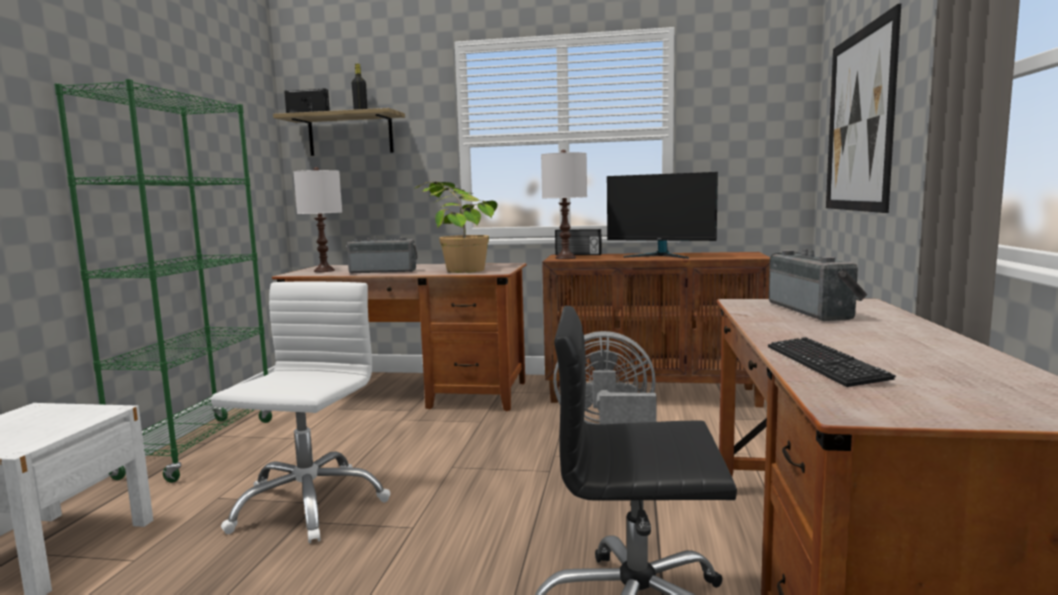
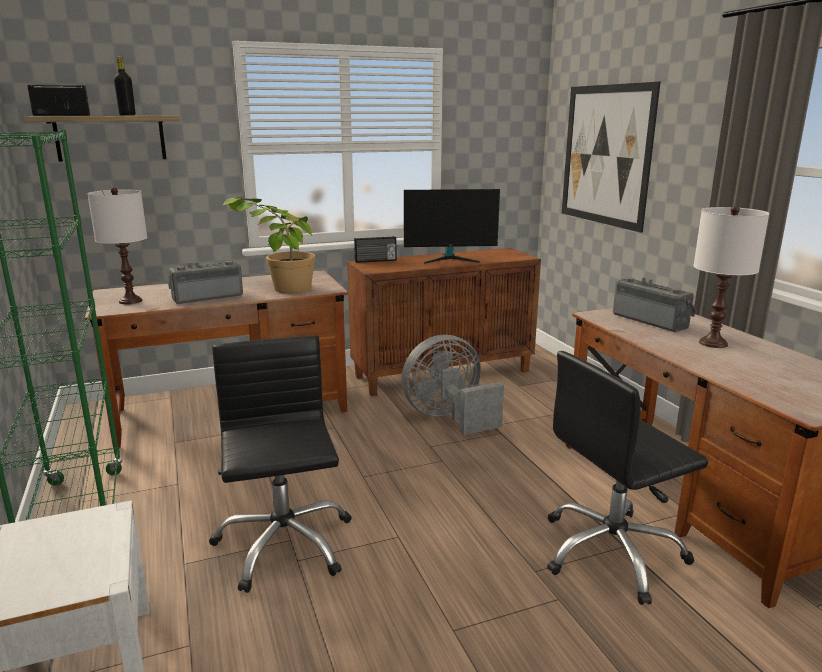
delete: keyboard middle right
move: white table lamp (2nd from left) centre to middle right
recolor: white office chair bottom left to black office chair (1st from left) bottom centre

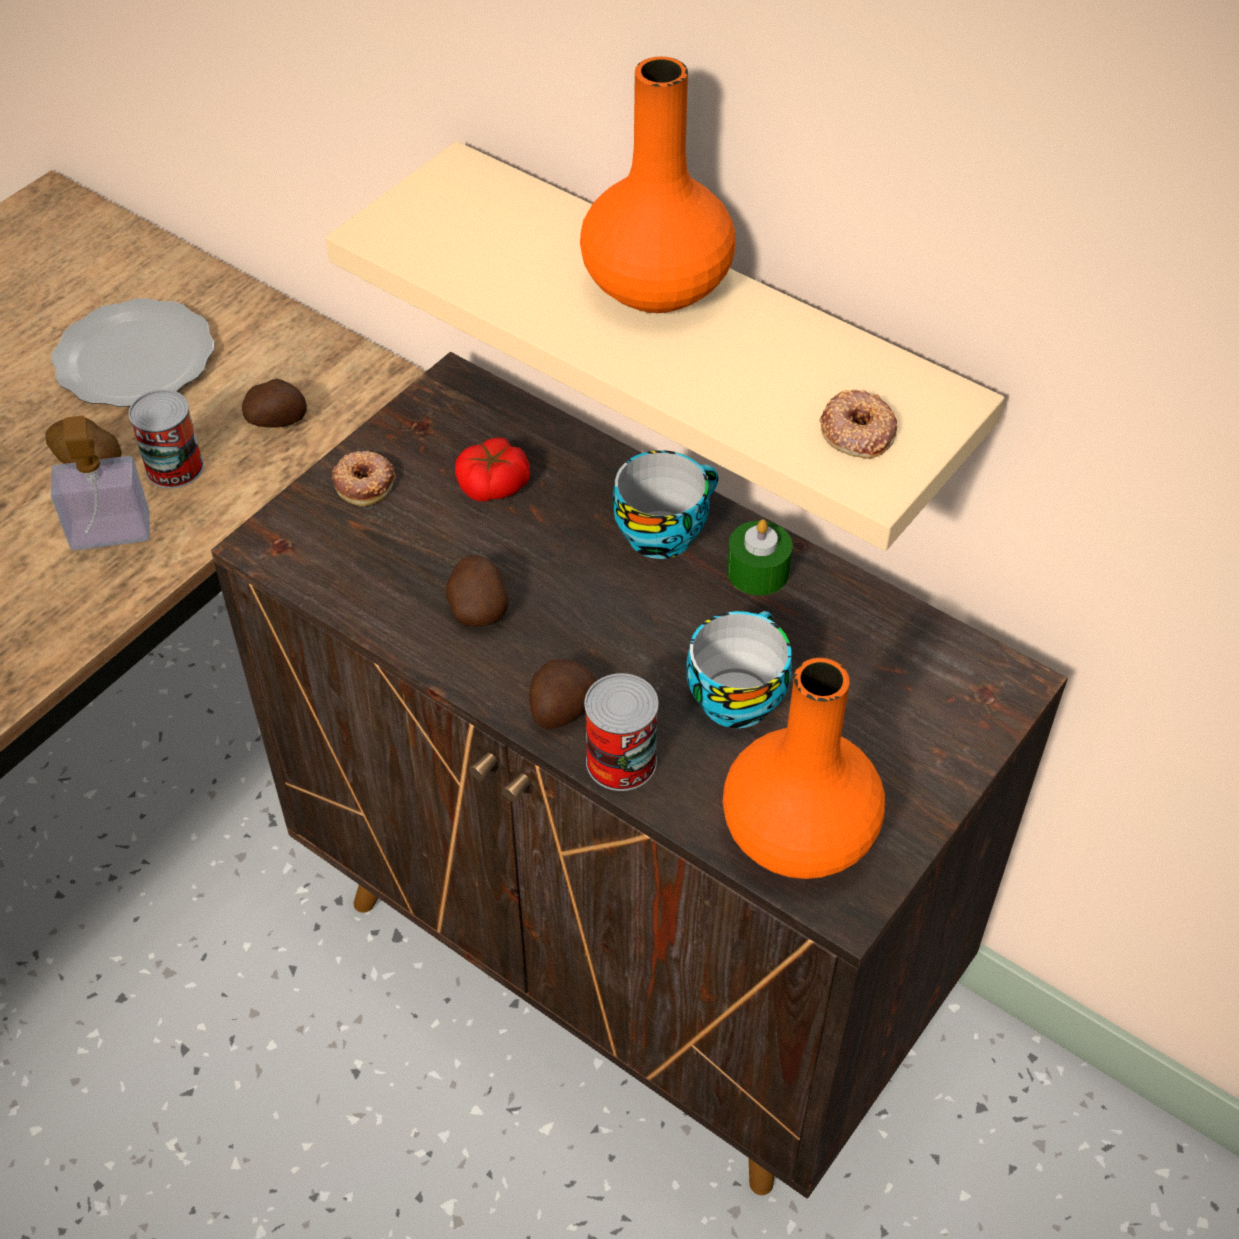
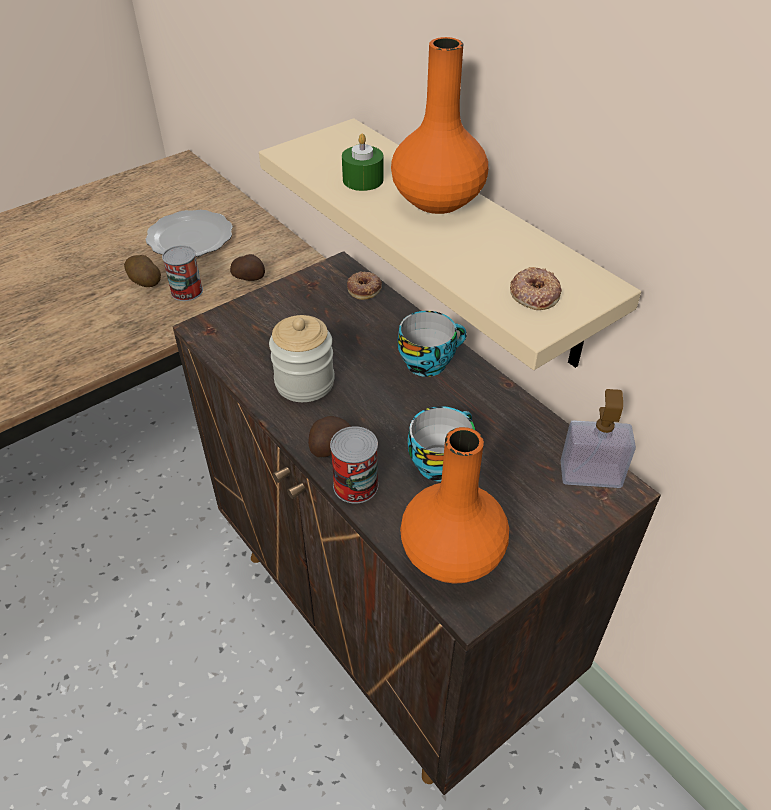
delete: tomato centre
move: soap dispenser middle left to middle right; donut (1st from left) middle left to centre; green candle centre to top centre
replace: potato (3rd from left) centre to jar centre

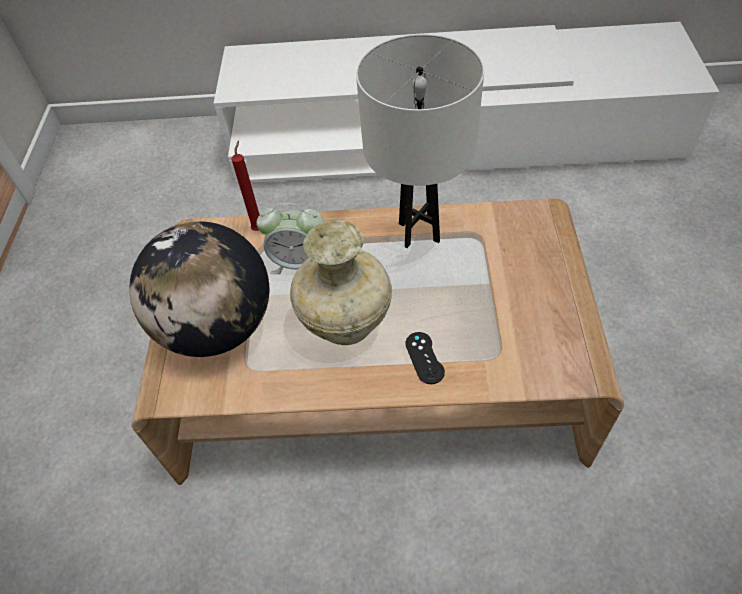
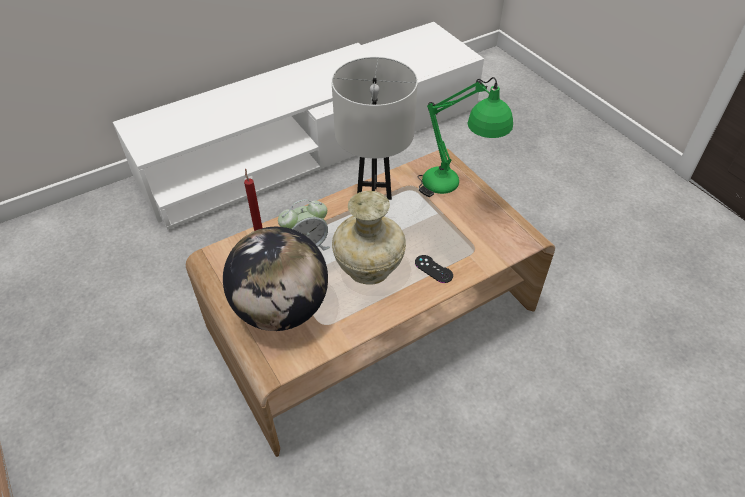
insert: green table lamp top centre

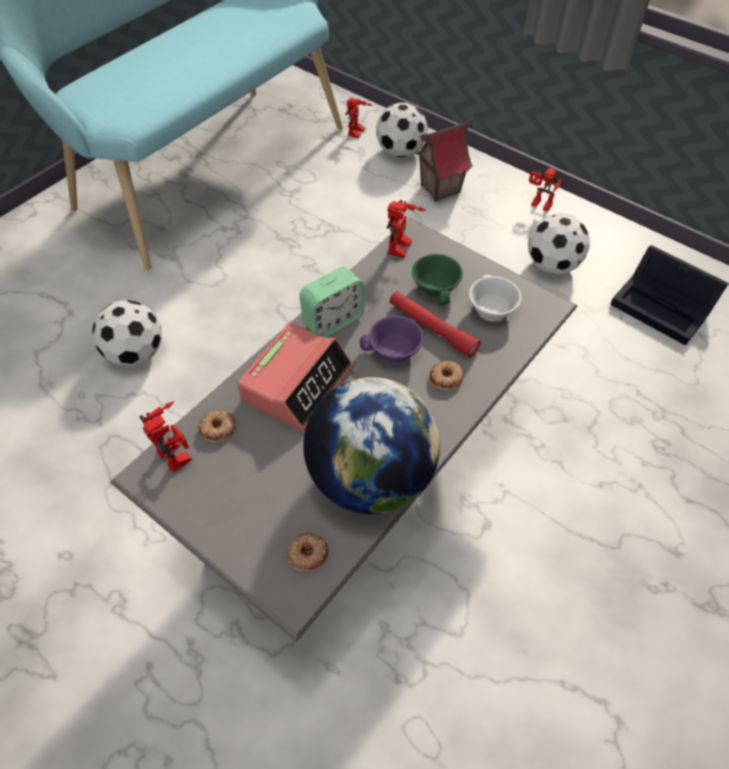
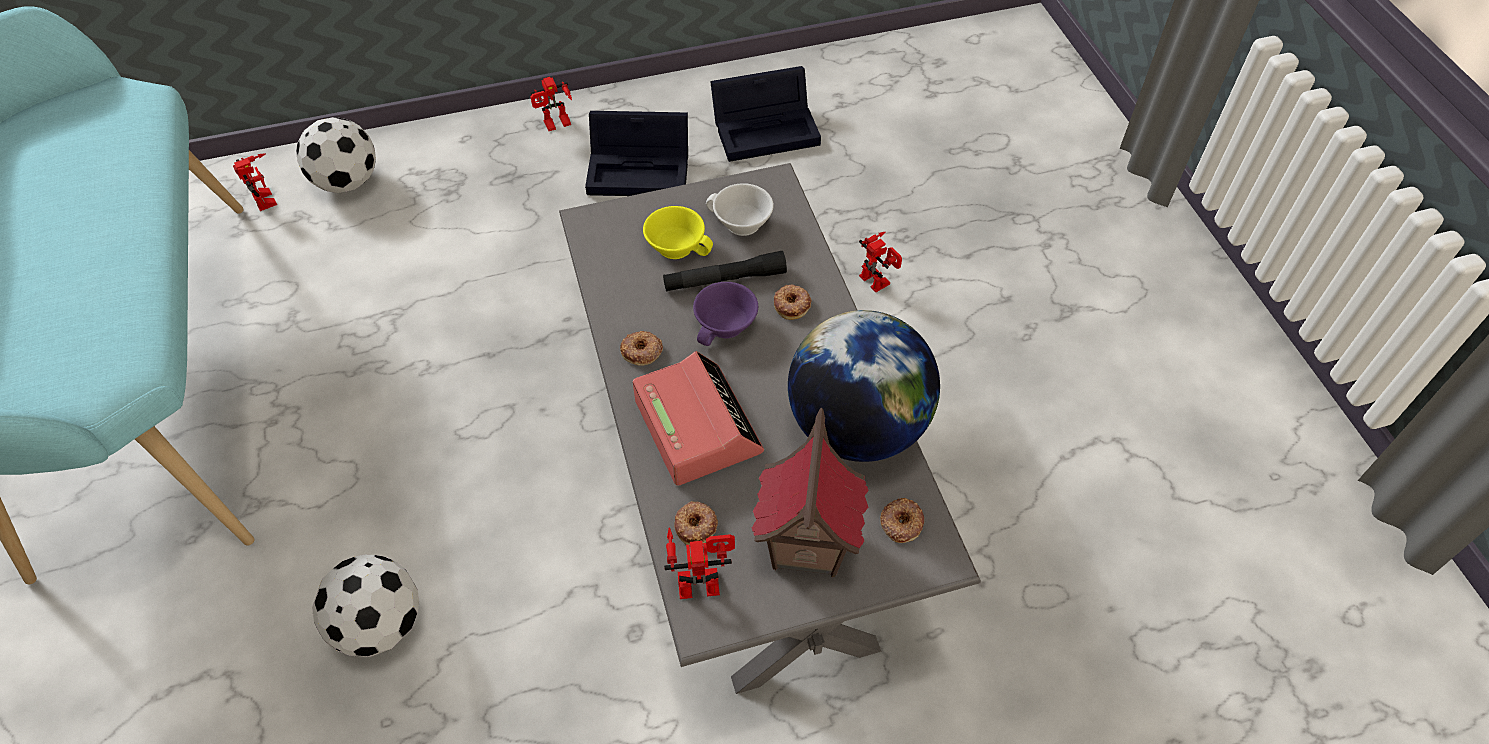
move: toy house top centre to centre; toy robot (3rd from left in the first image) top centre to toy robot (4th from left) centre
replace: football (3rd from left) top right to black storage box (1st from left) top centre; alarm clock (2nd from left) centre to donut (1st from left) centre
recolor: green cup centre to yellow cup top centre; red flashlight centre to black flashlight centre

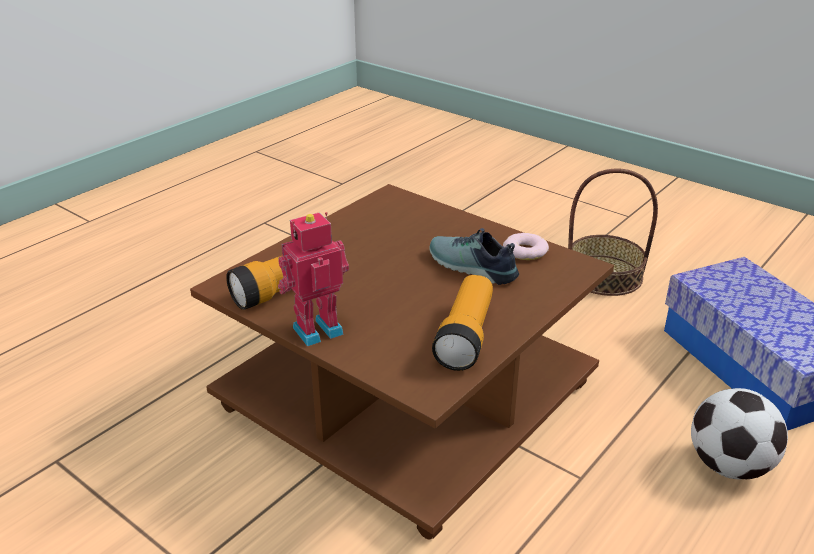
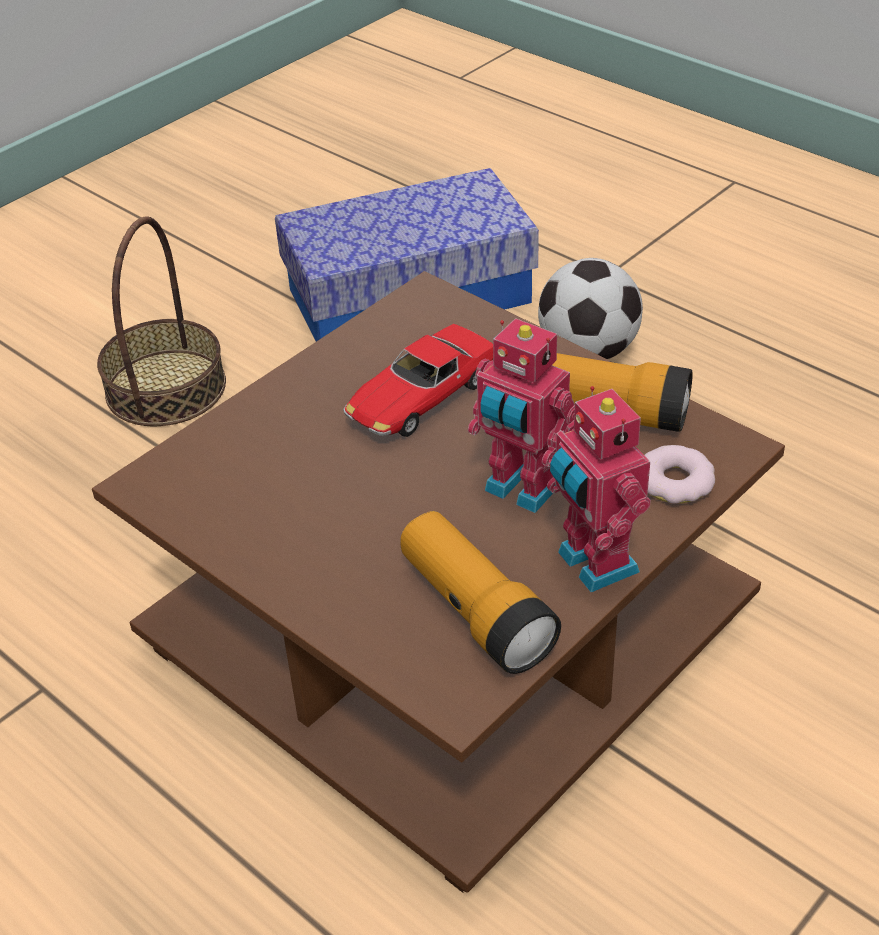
insert: toy robot (1st from left) centre
move: donut centre to middle right
replace: shoe centre to toy car centre

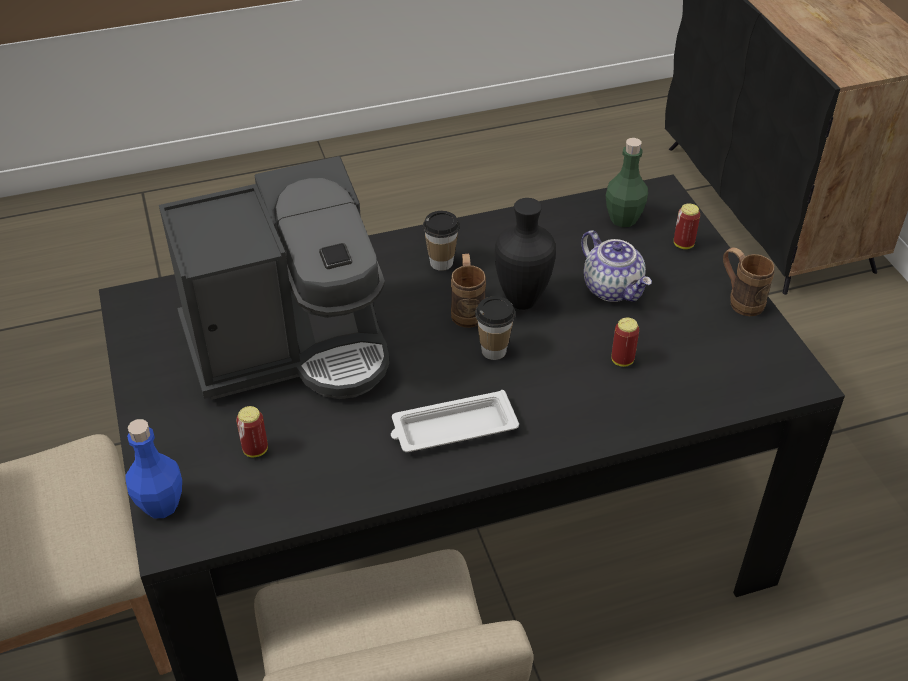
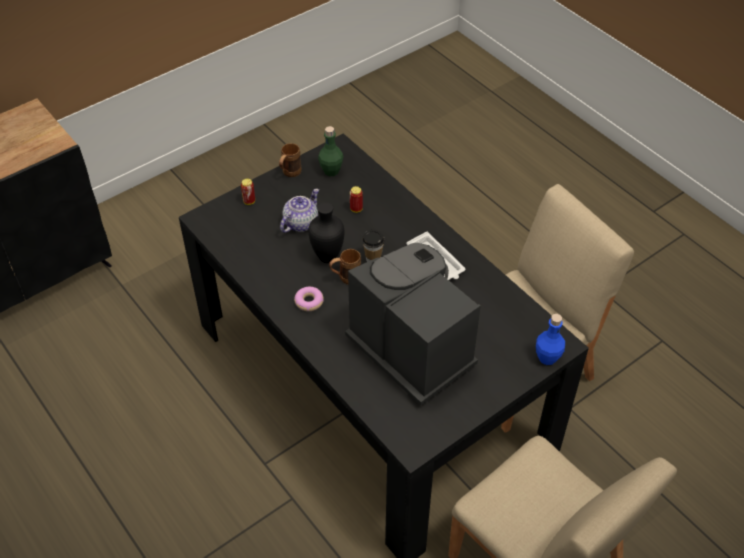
delete: can (1st from left) middle left
move: green bottle top right to top centre
replace: cup (1st from left) centre to donut centre

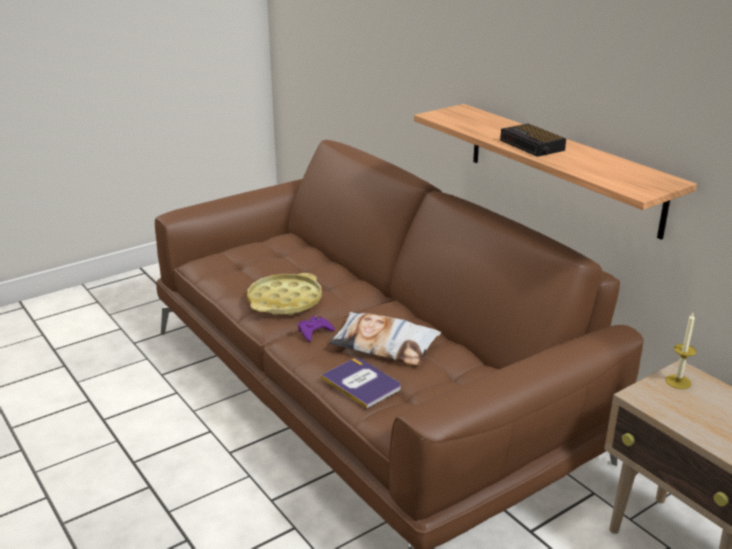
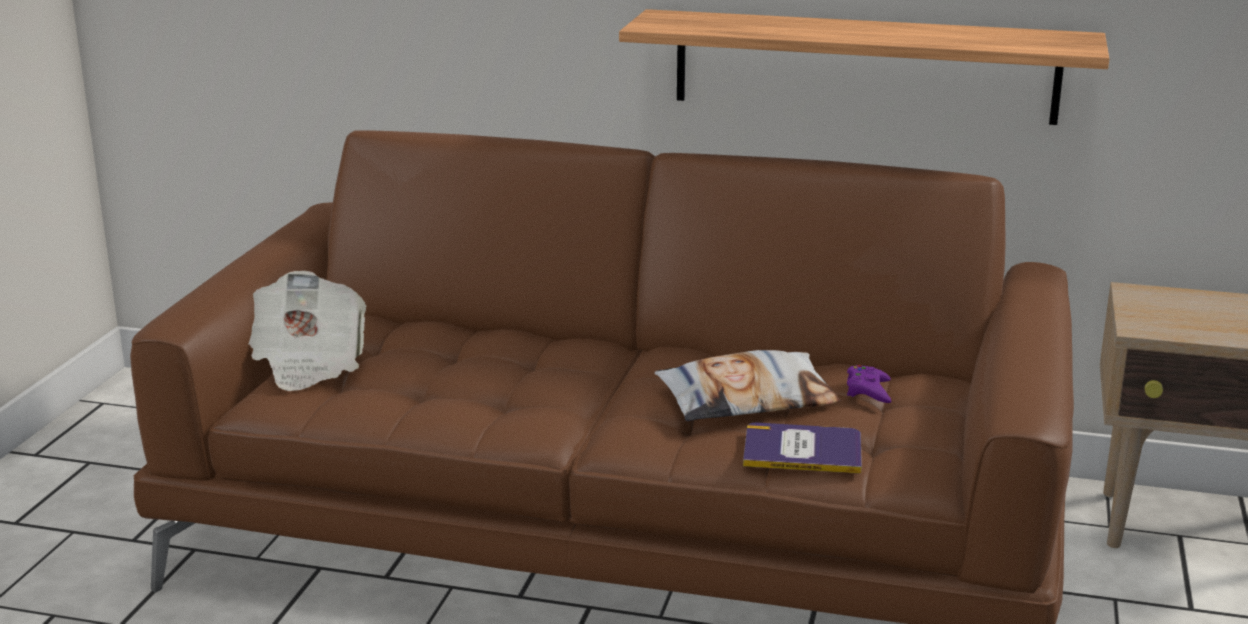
delete: alarm clock top right; yellow tray centre; candle middle right
insert: newspaper middle left
move: purple game controller centre to middle right

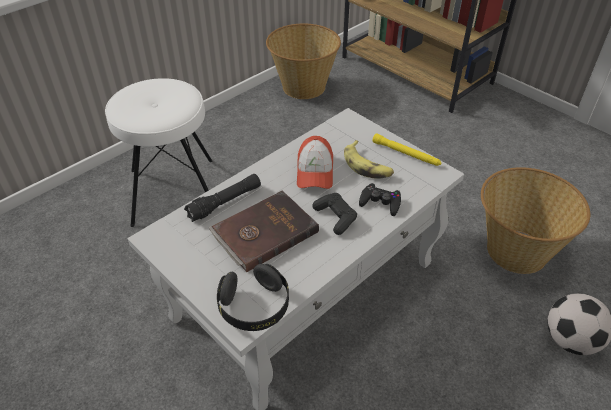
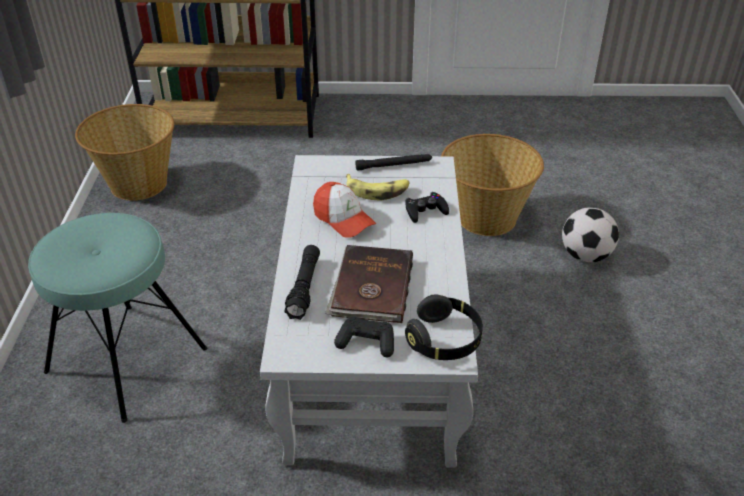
move: black game controller (1st from left) centre to bottom centre
recolor: white stool middle left to turquoise stool middle left; yellow flashlight centre to black flashlight (2nd from left) top centre

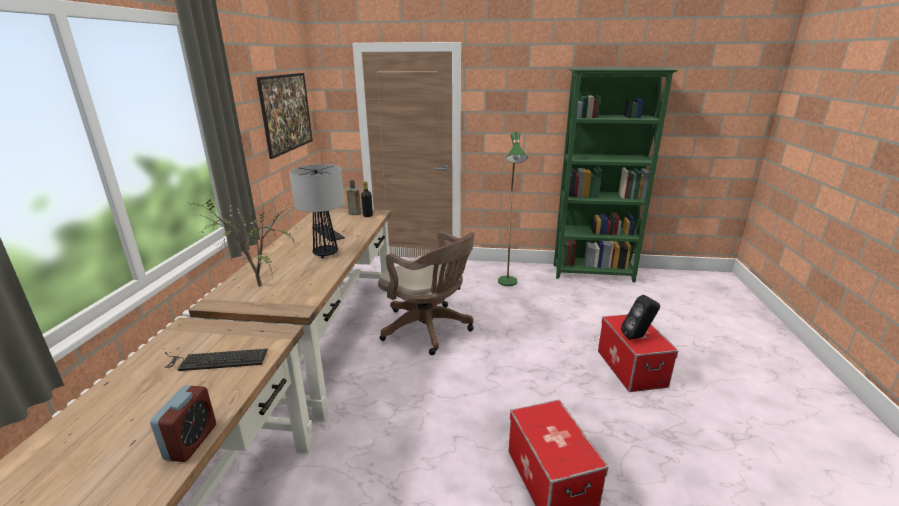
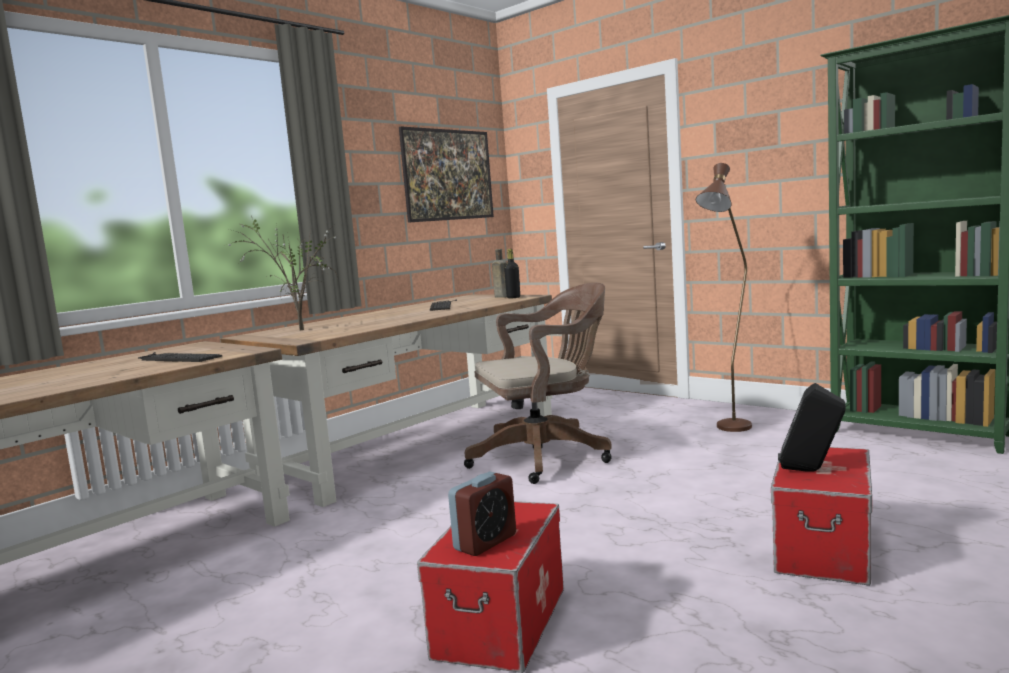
delete: table lamp centre
move: alarm clock bottom left to bottom centre
recolor: green floor lamp centre to brown floor lamp middle right
rotate: brown office chair centre = centre 90 degrees counterclockwise

